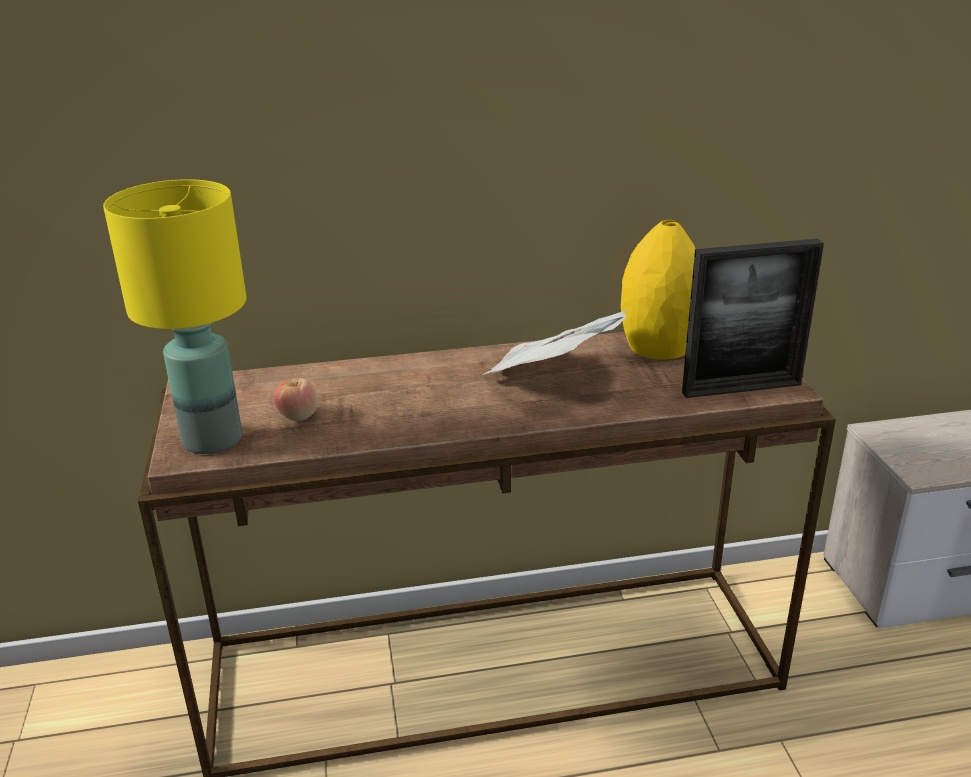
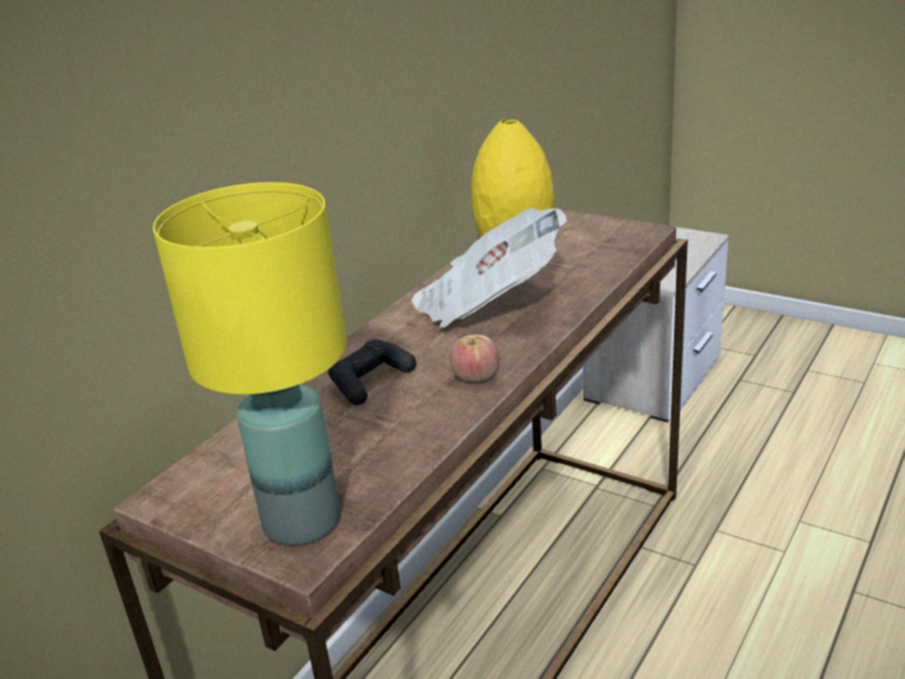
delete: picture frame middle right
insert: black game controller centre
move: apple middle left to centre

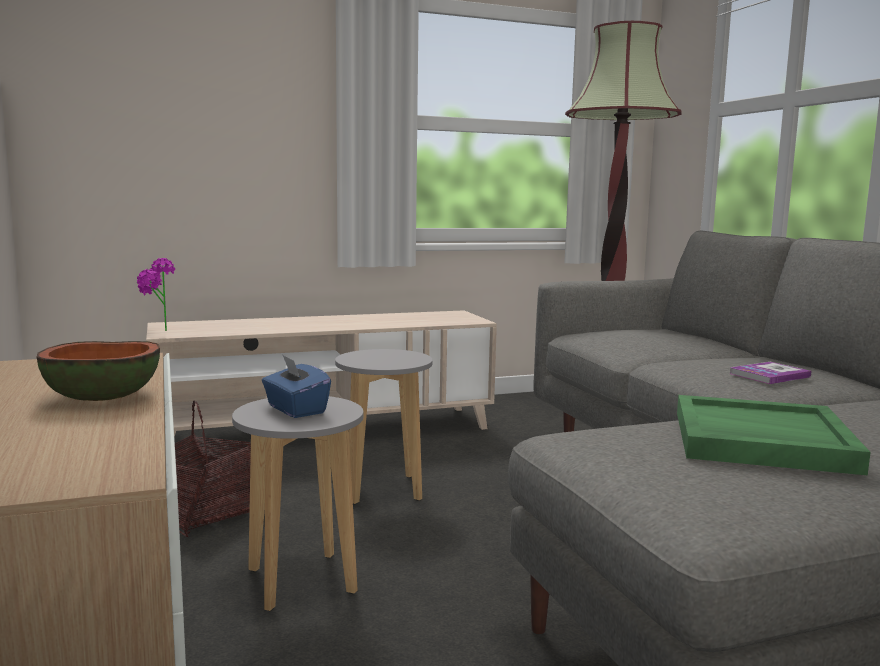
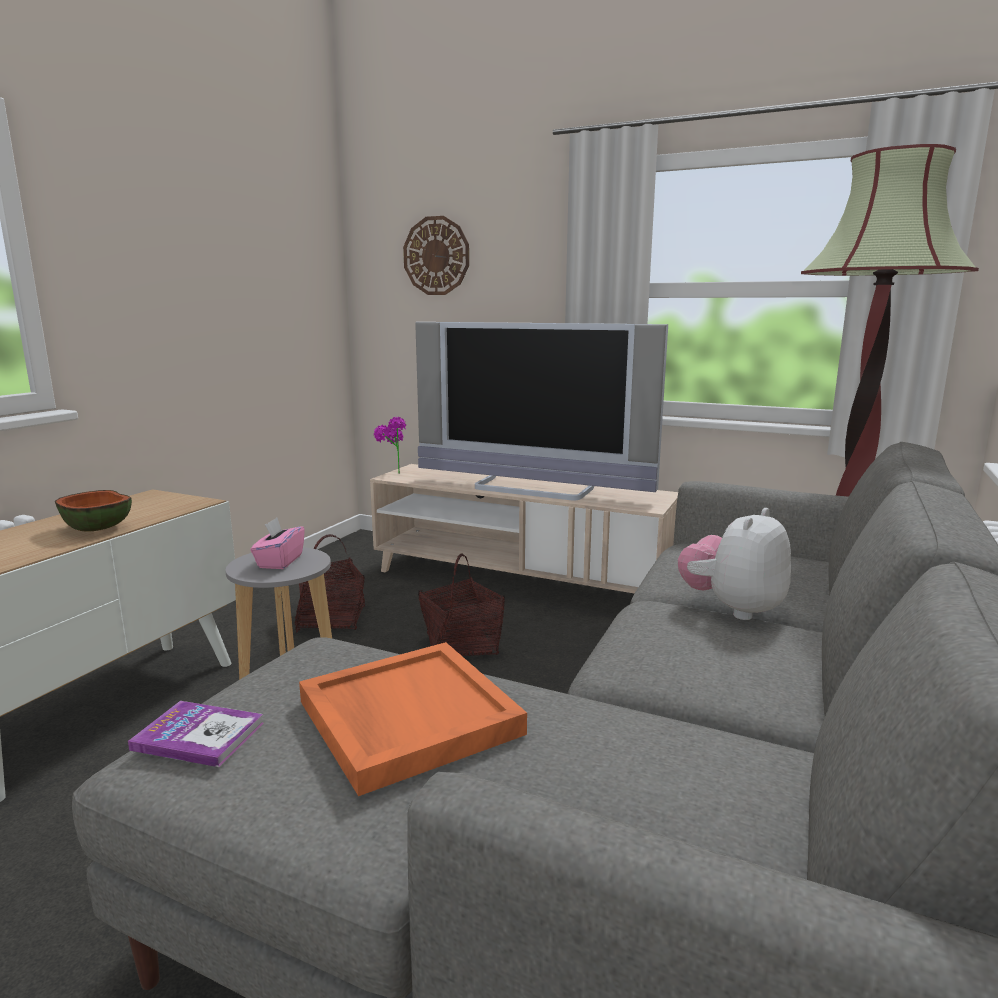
insert: wall clock top centre; television centre; plush toy middle right
move: book middle right to bottom left
replace: grey stool (2nd from left) centre to basket (2nd from left) centre
recolor: blue tissue box centre to pink tissue box middle left; green tray middle right to orange tray bottom centre

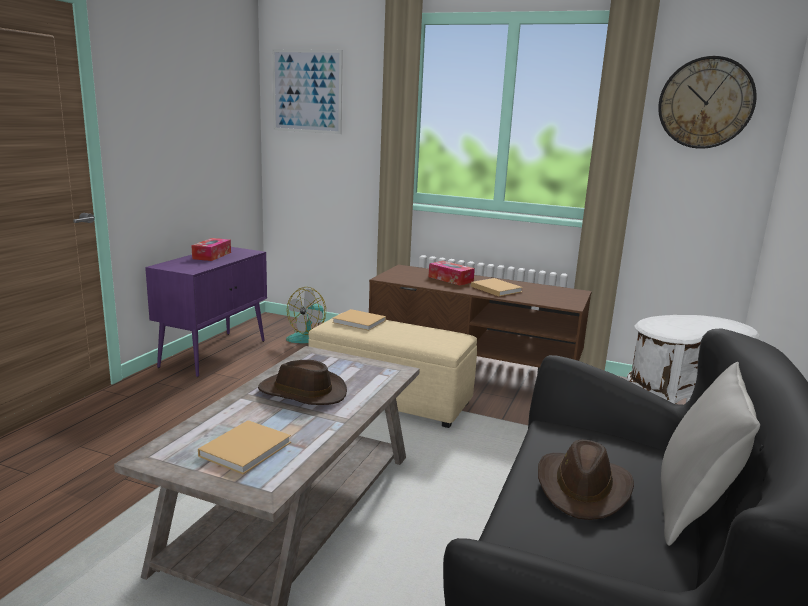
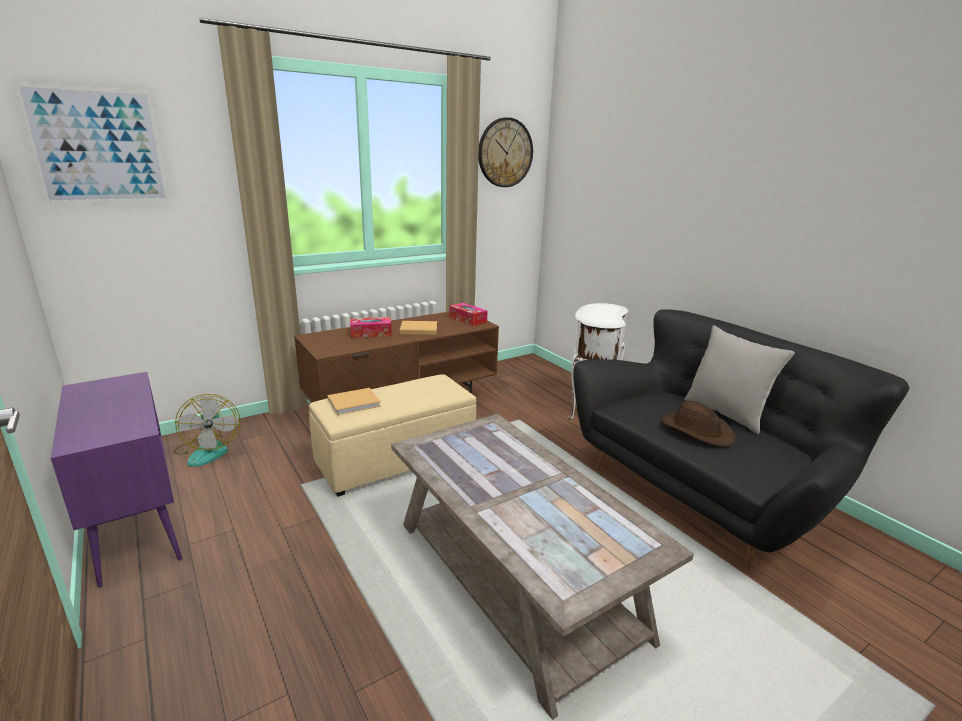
delete: brown hat (1st from left) centre; beige book (1st from left) bottom left
move: tissue box (1st from left in the first image) middle left to tissue box (2nd from left) centre

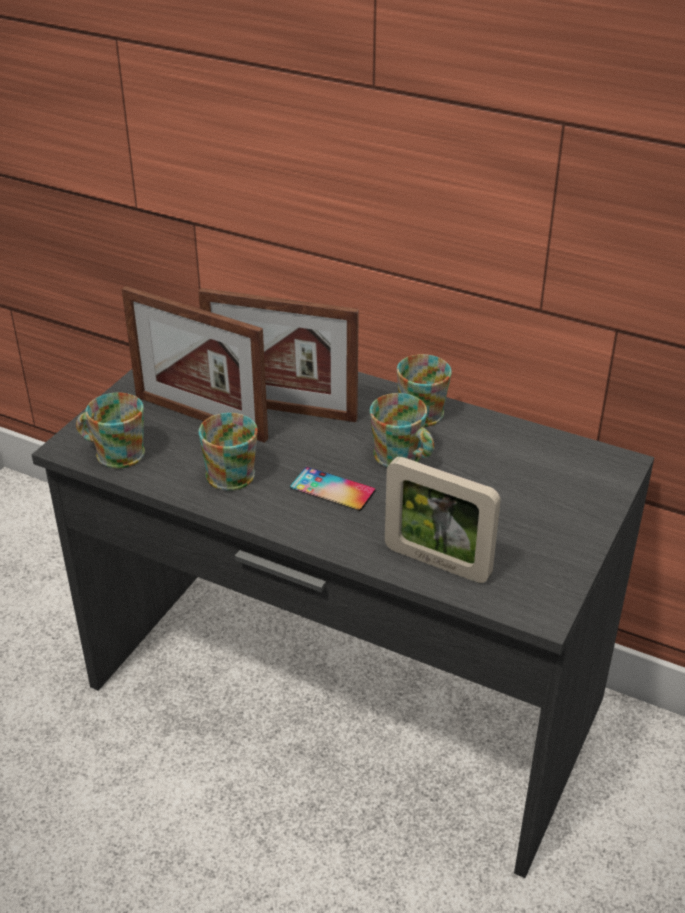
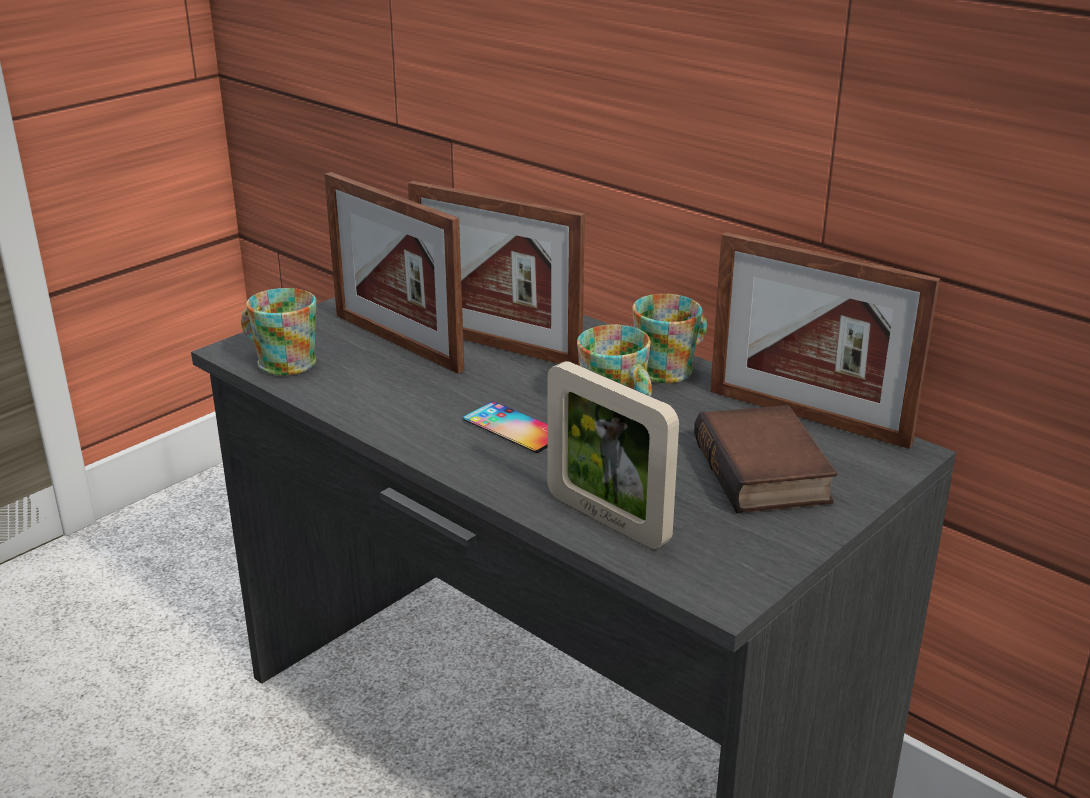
delete: mug (2nd from left) middle left
insert: picture frame (4th from left) middle right; book middle right

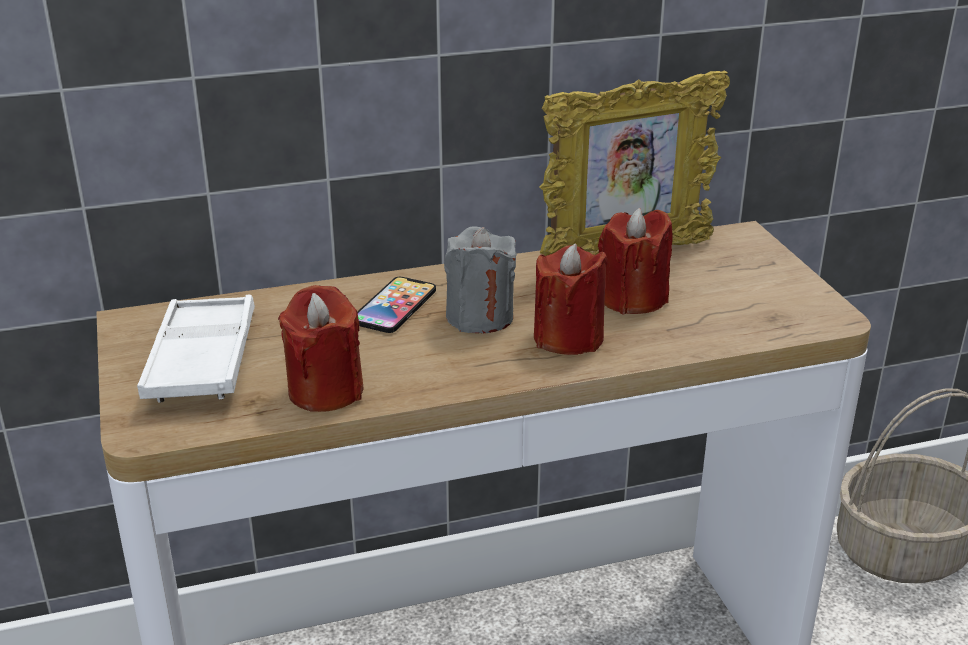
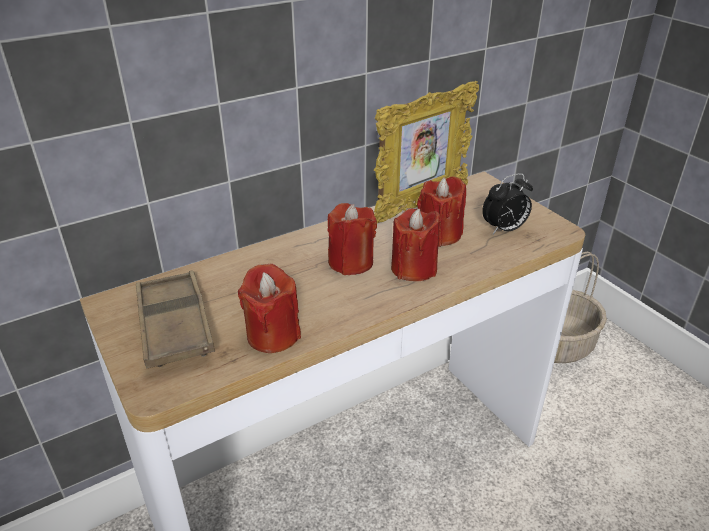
delete: phone centre
insert: alarm clock middle right
recolor: grey candle centre to red candle (2nd from left) centre; white tray middle left to brown tray middle left

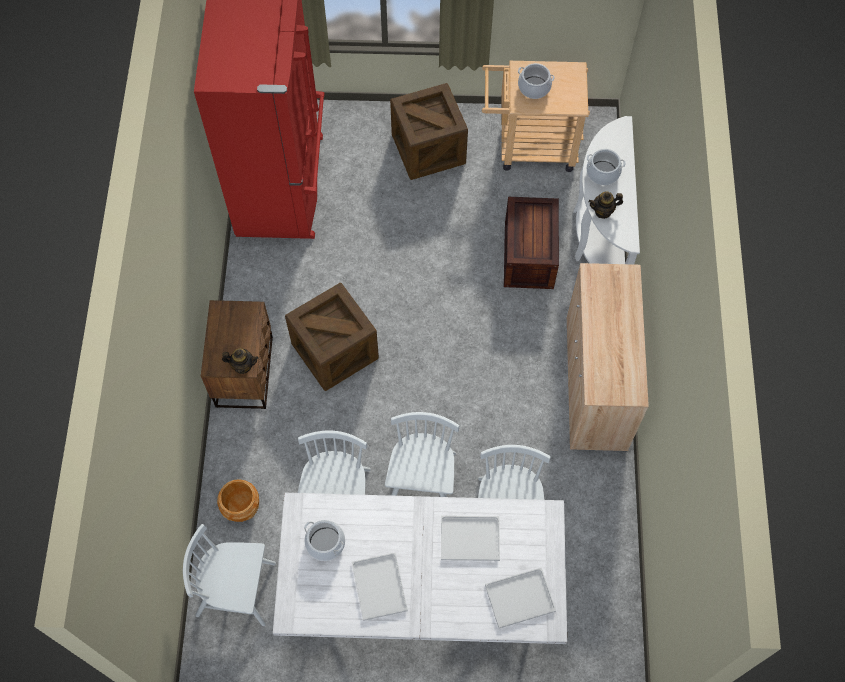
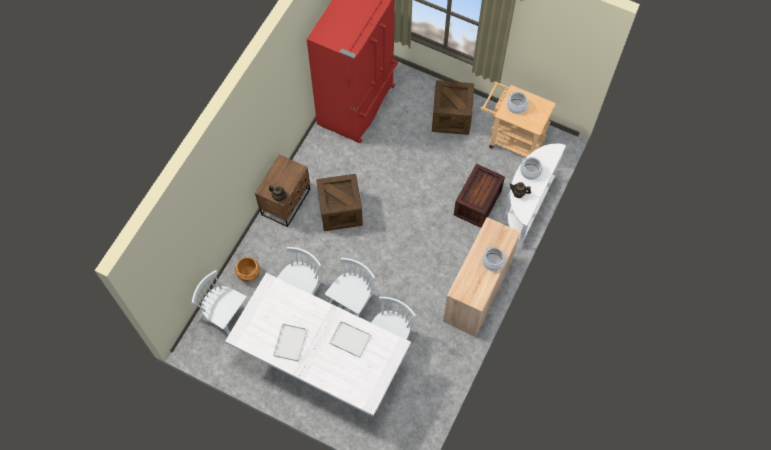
delete: white tray (3rd from left) bottom centre
move: cooking pot (1st from left) bottom centre to centre

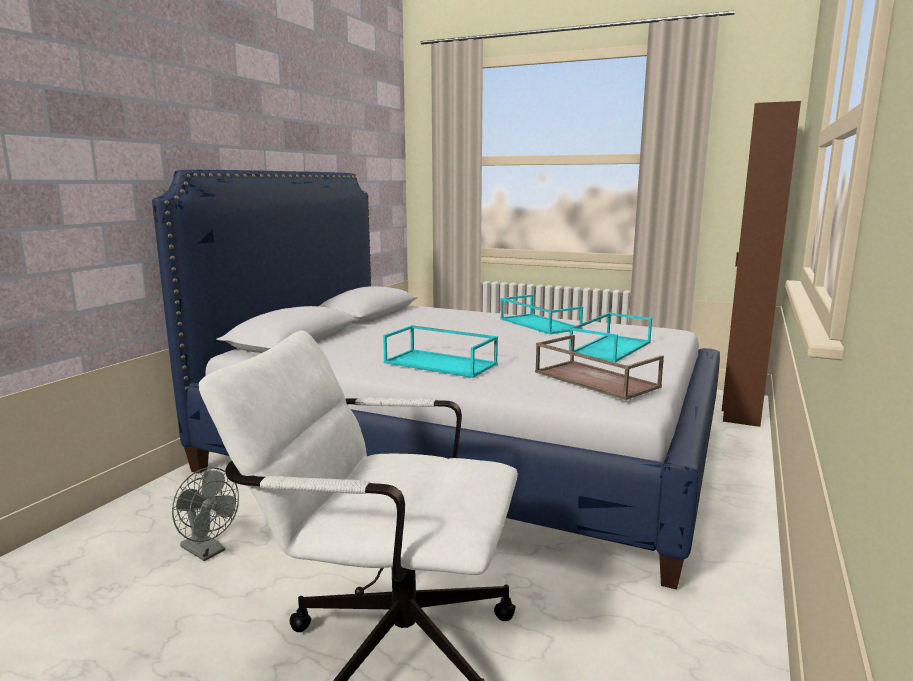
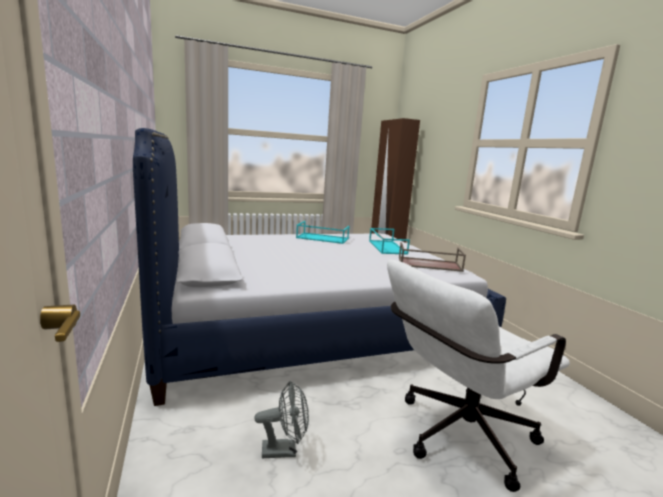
delete: turquoise tray (1st from left) centre

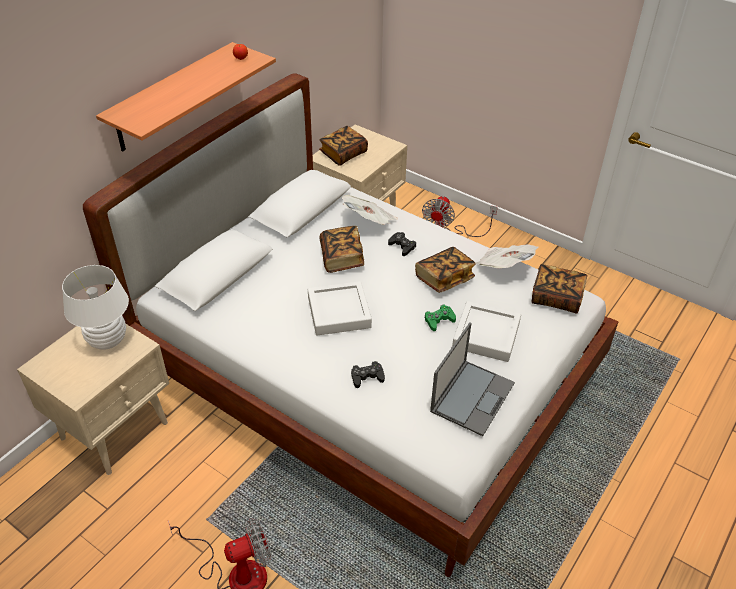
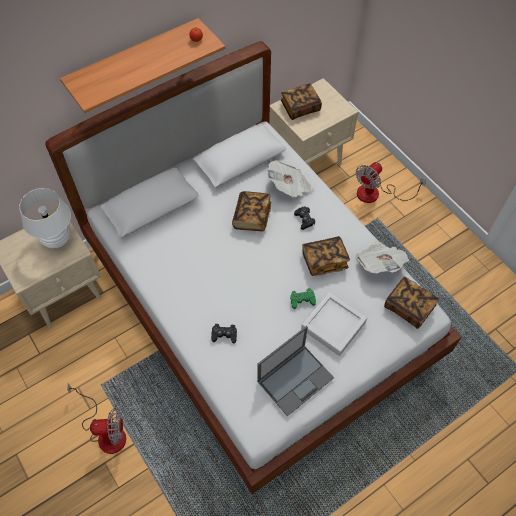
delete: grey tray (1st from left) centre

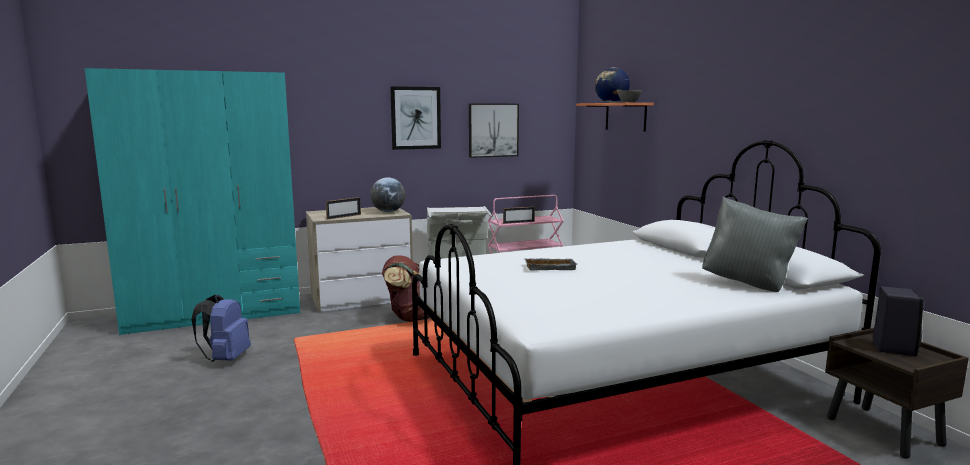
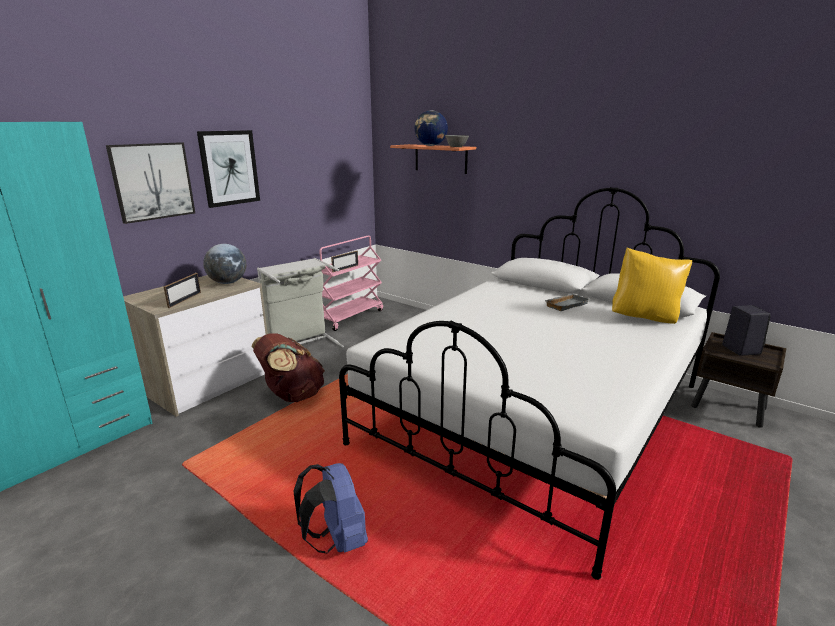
move: picture (2nd from left in the first image) top centre to picture (1st from left) top left; grey tray centre to middle right; blue backpack bottom left to bottom centre
recolor: grey pillow middle right to yellow pillow middle right

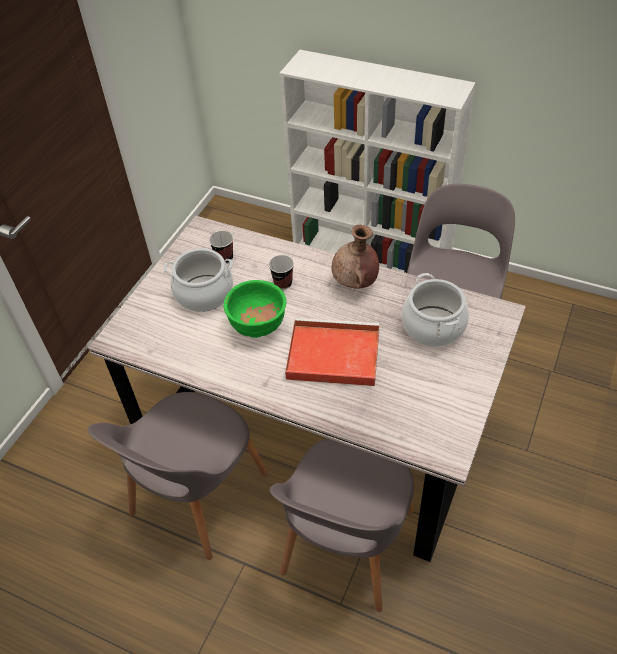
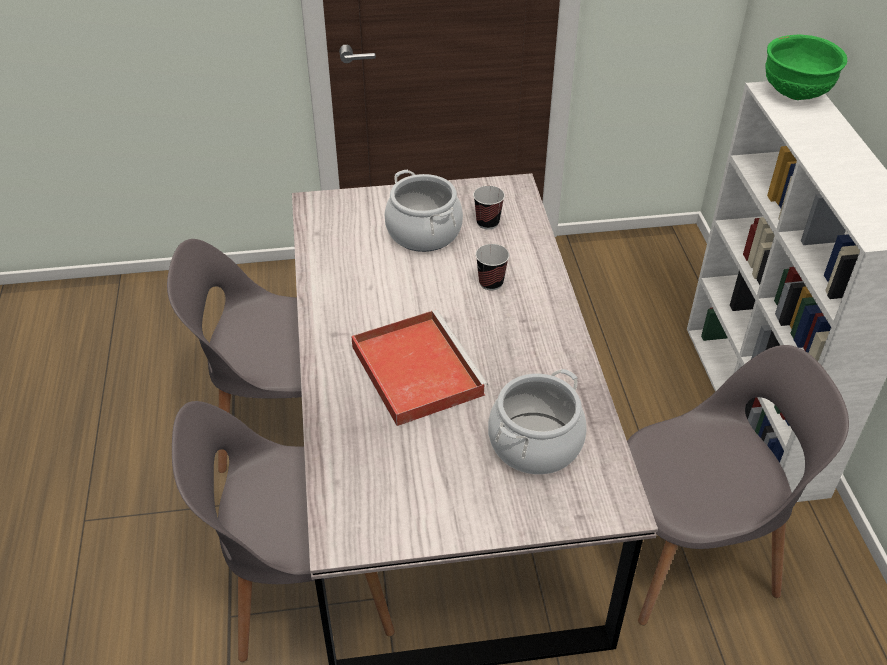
delete: brown vase centre
move: green bowl centre to top right

